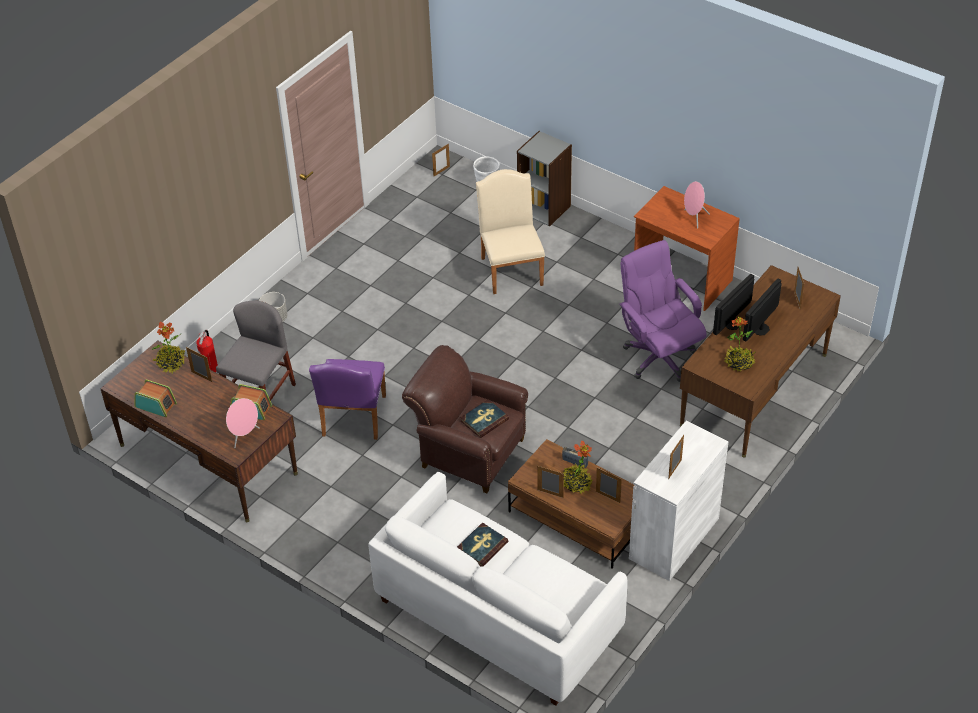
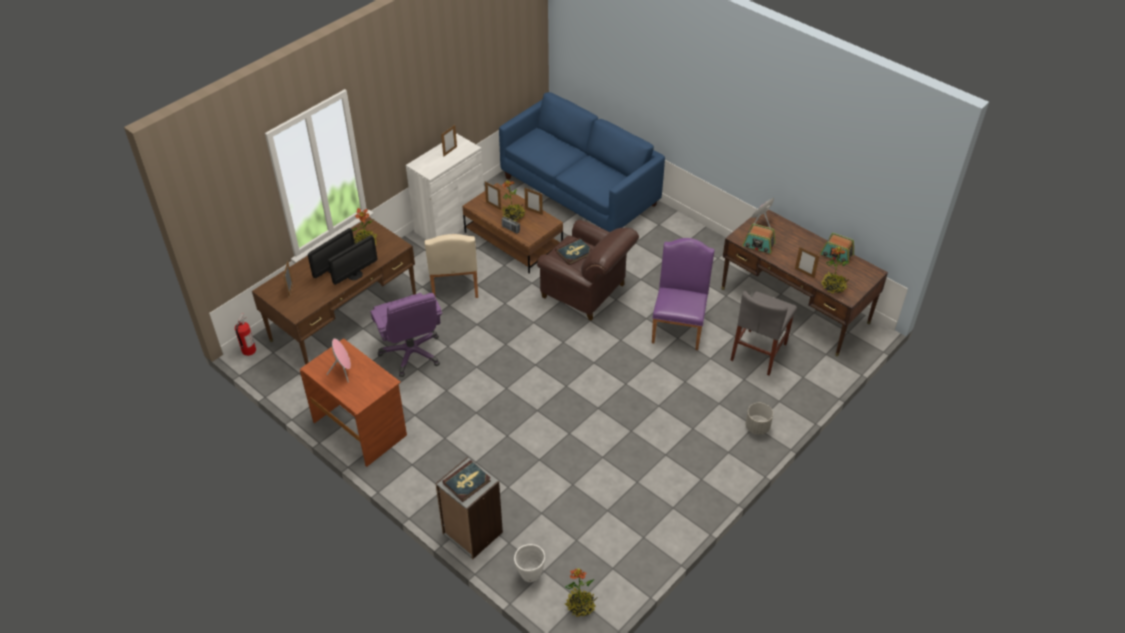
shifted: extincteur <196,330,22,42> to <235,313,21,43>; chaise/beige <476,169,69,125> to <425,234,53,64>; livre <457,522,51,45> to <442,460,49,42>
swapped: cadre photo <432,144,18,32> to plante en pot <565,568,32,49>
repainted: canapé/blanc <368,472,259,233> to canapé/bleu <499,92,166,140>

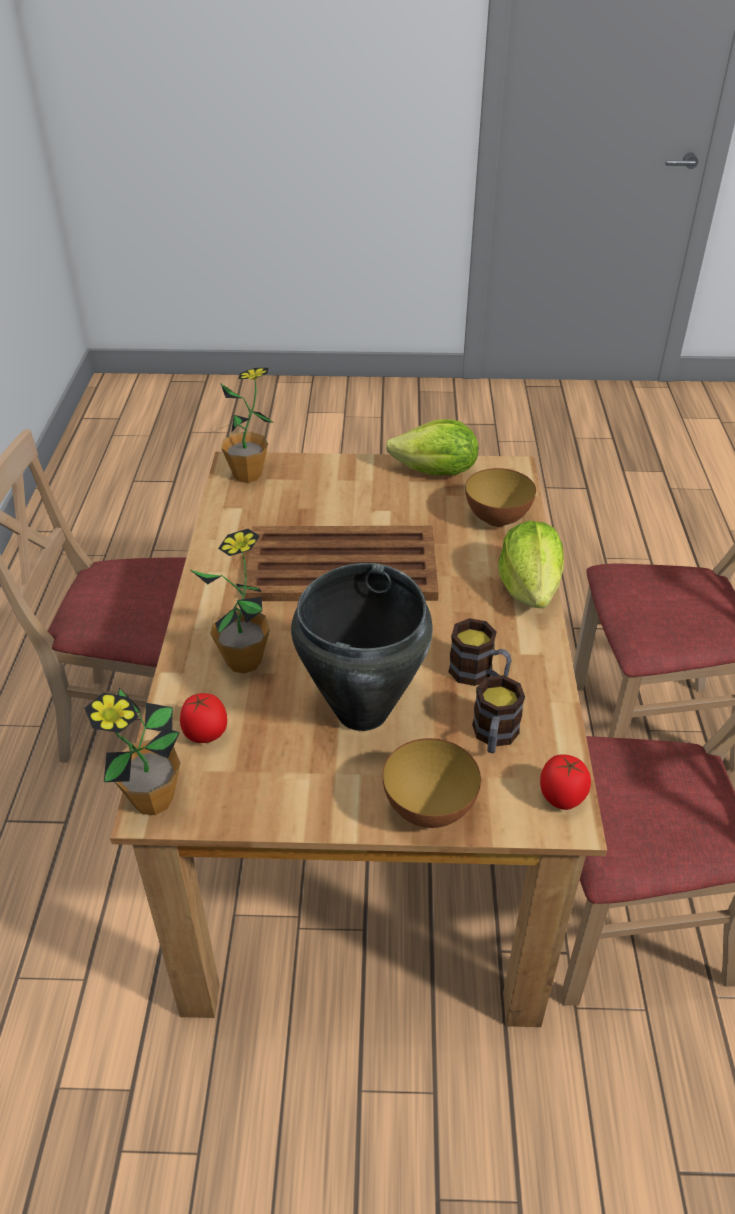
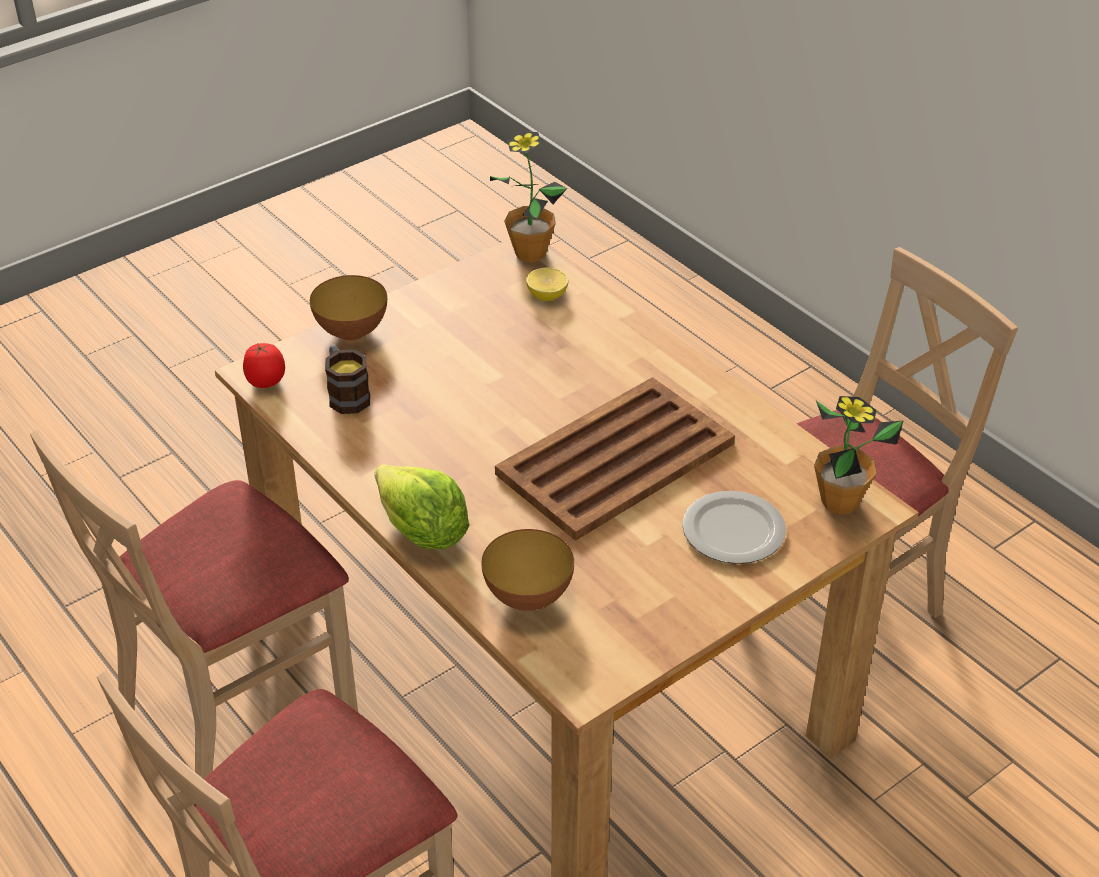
gone: plante en pot <189,529,81,145>; marmite/noir <291,563,142,168>; laitue <386,419,92,56>; mug <448,618,64,68>
new: assiette <682,491,104,73>
swapped: tomate <180,693,47,50> to citron <526,268,43,33>

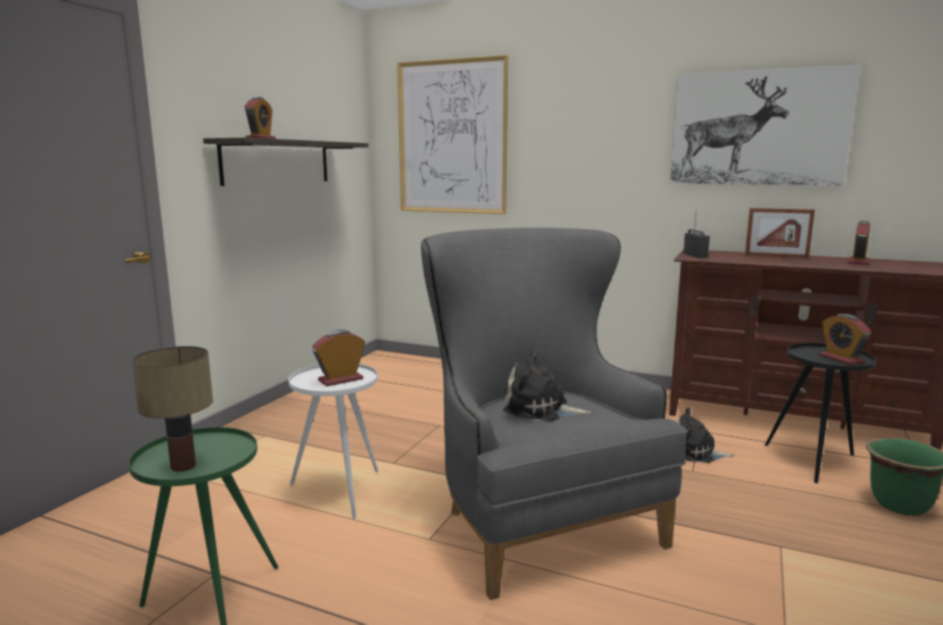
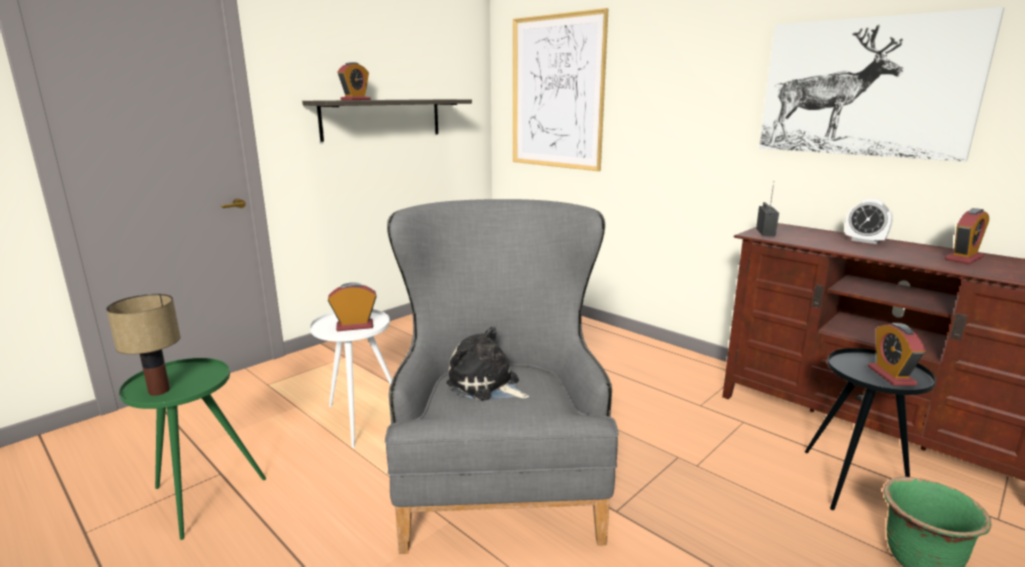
gone: peluche <677,407,58,56>
swapped: cadre photo <745,208,70,50> to réveil <845,198,48,46>

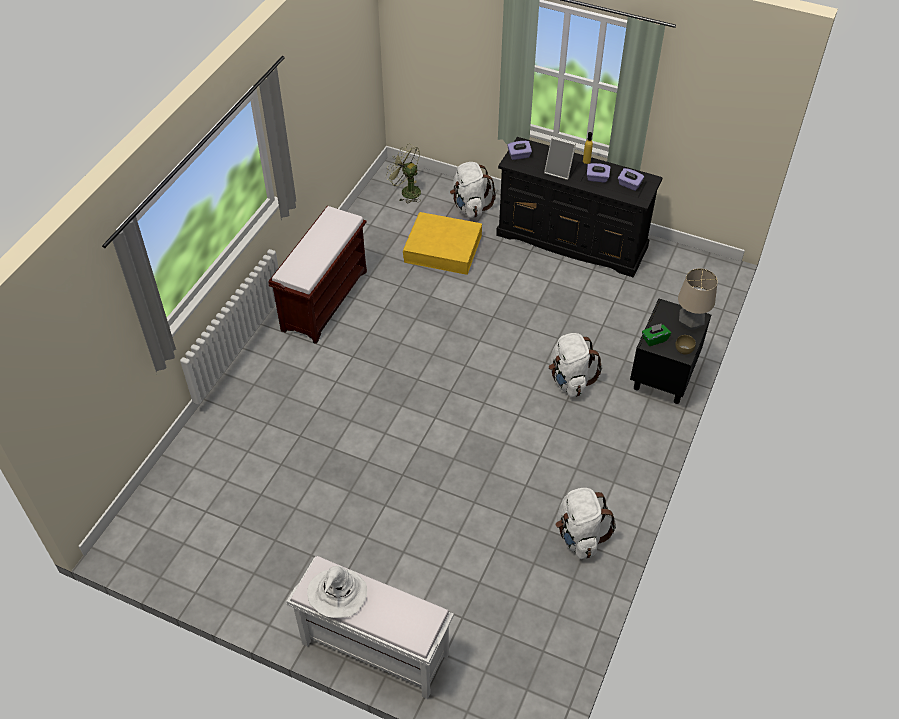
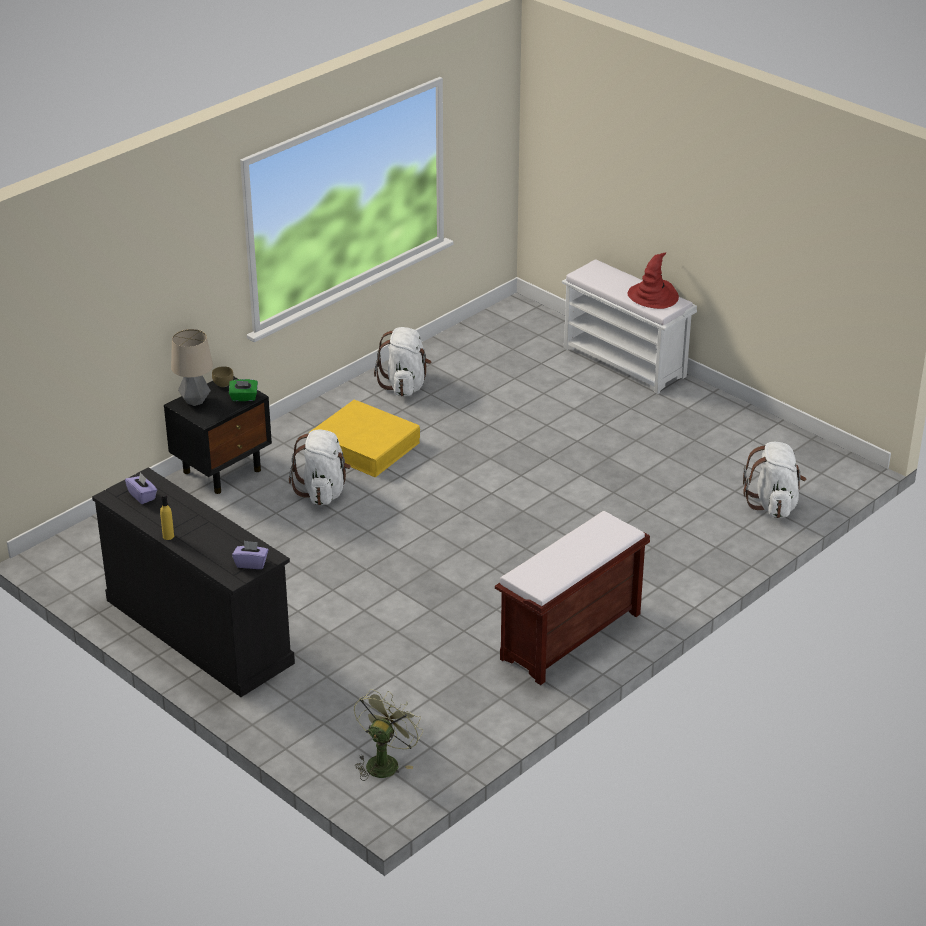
gone: cadre photo <544,137,32,43>; boîte à mouchoirs/violet <587,163,24,19>
shifted: boîte de rangement/jaune <403,212,79,63> to <309,399,111,78>; sac à dos/blanc <450,162,46,56> to <743,442,63,76>
repainted: chapeau/blanc <307,566,60,52> to chapeau/rouge <627,253,52,56>
rotated: ventilateur/vert <386,144,35,59> = <354,689,69,92> 120 degrees counterclockwise

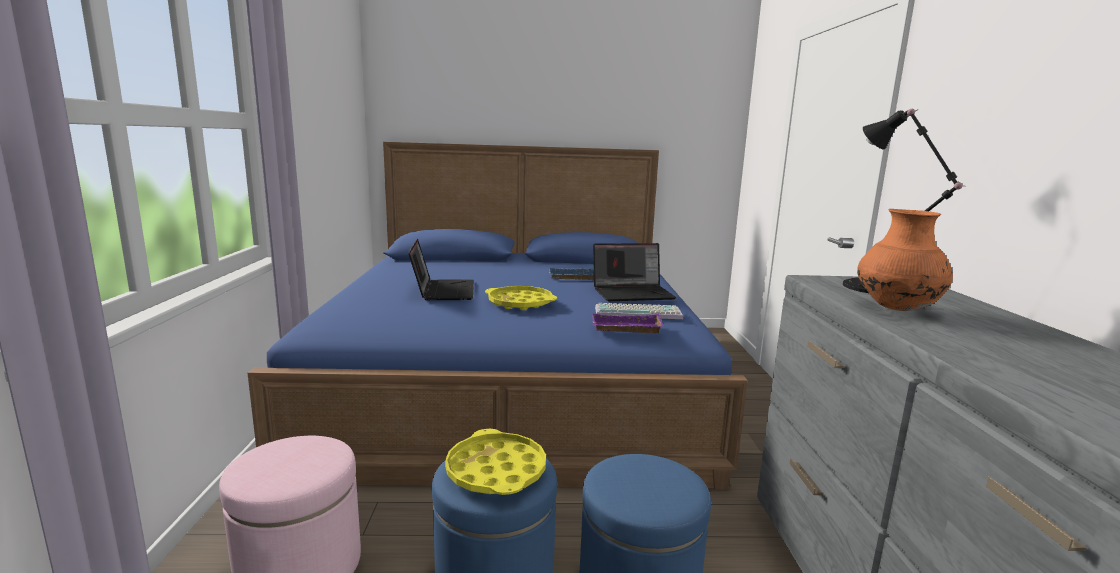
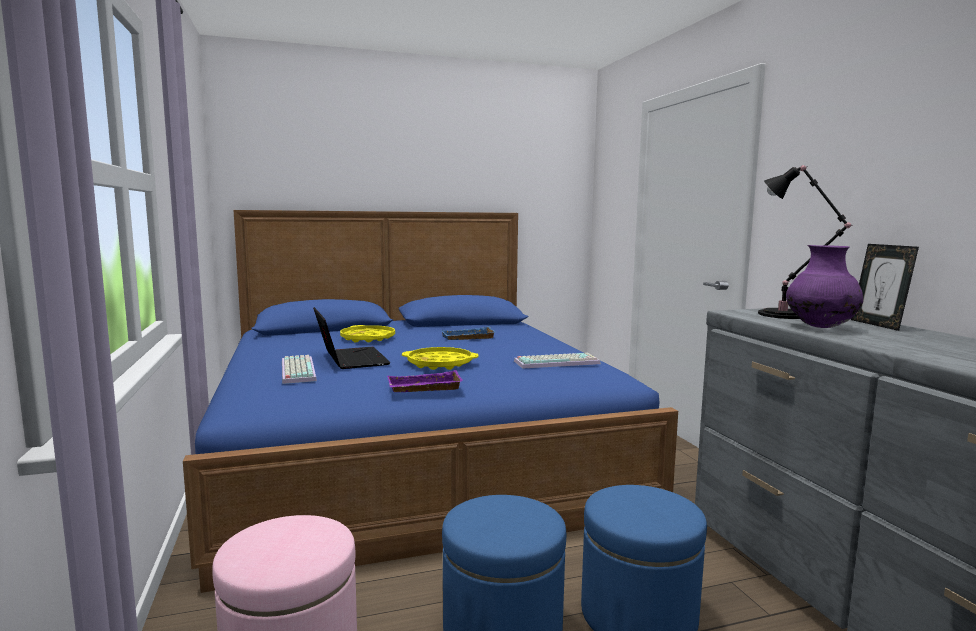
gone: ordinateur portable <593,243,83,58>
new: clavier <282,355,35,29>; cadre photo <851,244,68,87>
shifted: plateau/jaune <445,429,101,66> to <340,325,55,18>; plateau/violet <592,313,72,21> to <388,370,75,22>
repainted: vase/orange <857,209,96,102> to vase/violet <786,245,77,83>

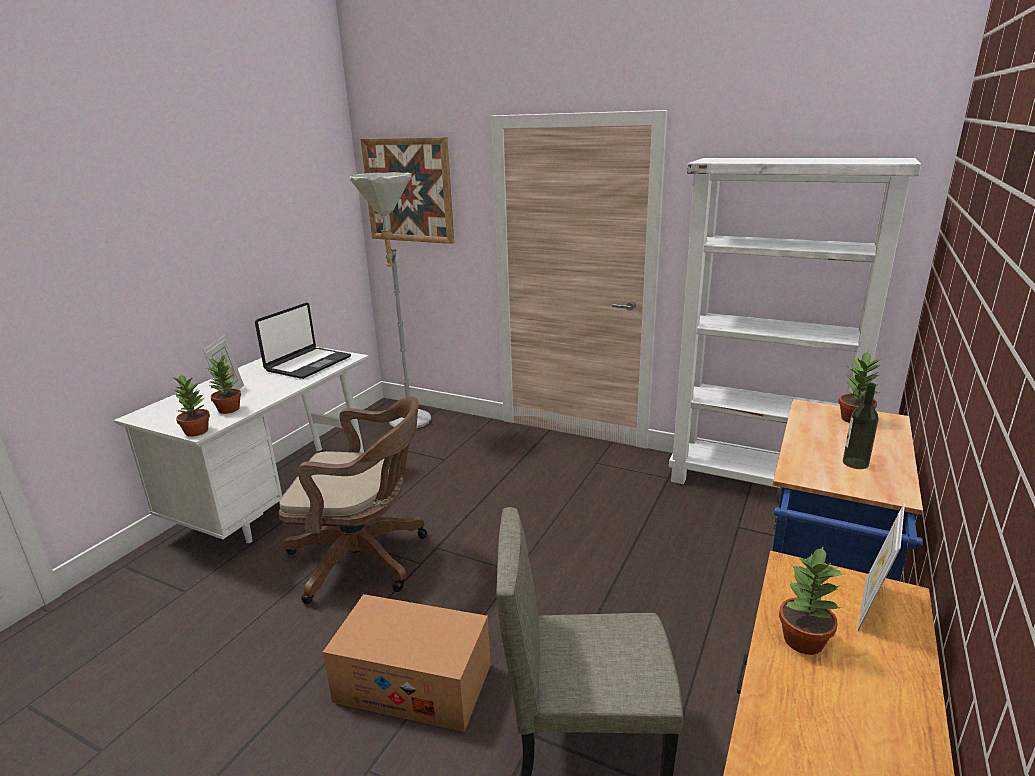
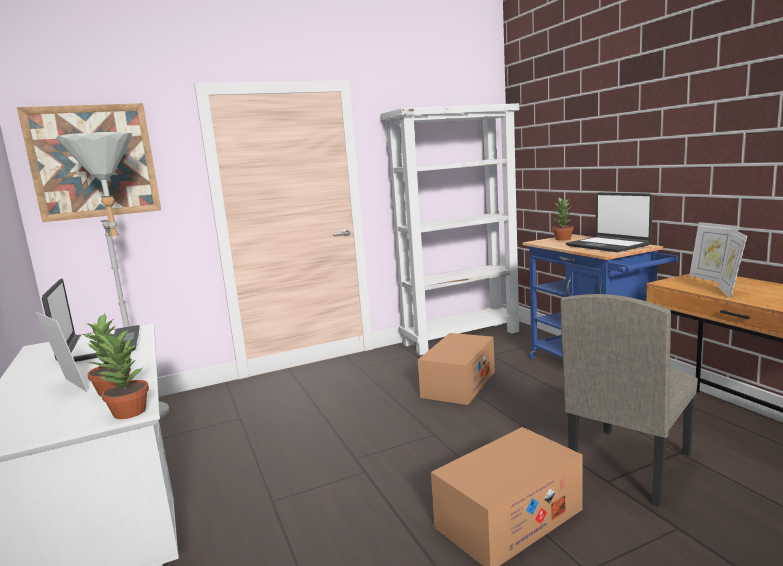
gone: chaise de bureau/marron <279,397,148,207>
new: carton <418,333,77,72>
swapped: bouteille <843,383,36,86> to ordinateur portable <566,193,87,59>; plante en pot <779,547,64,108> to cadre photo <718,228,29,70>

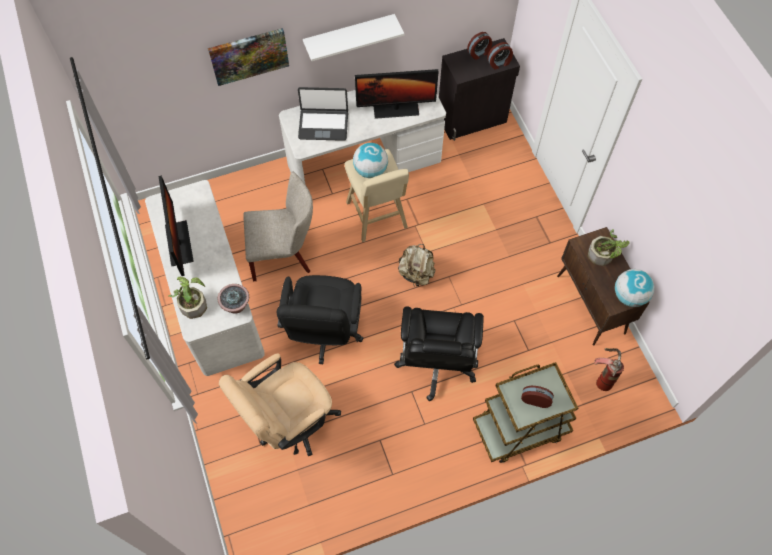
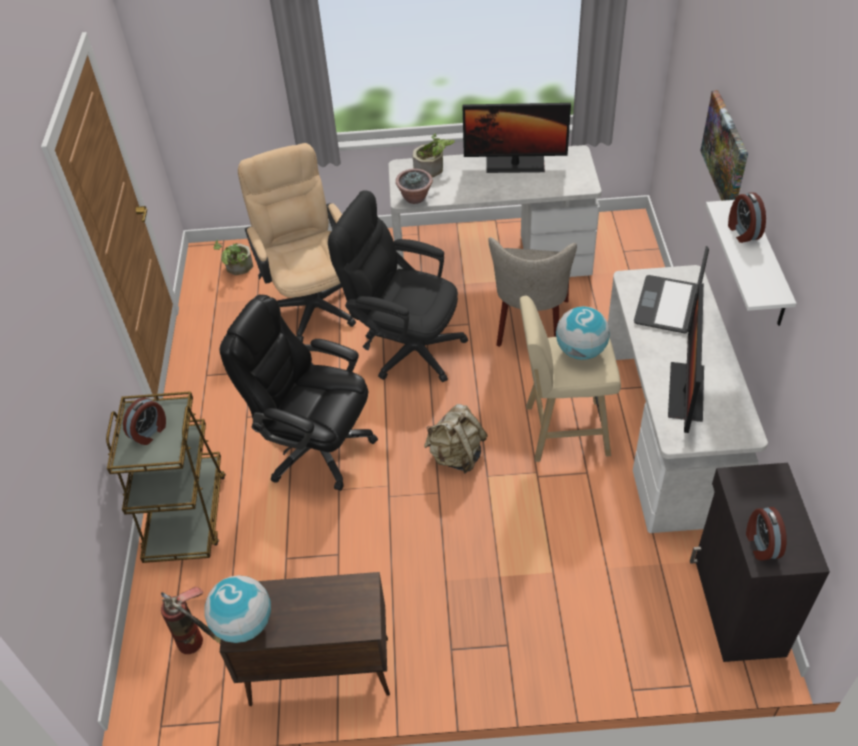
shifted: plante en pot <588,229,41,37> to <213,240,40,35>; réveil <467,32,25,28> to <728,192,38,51>

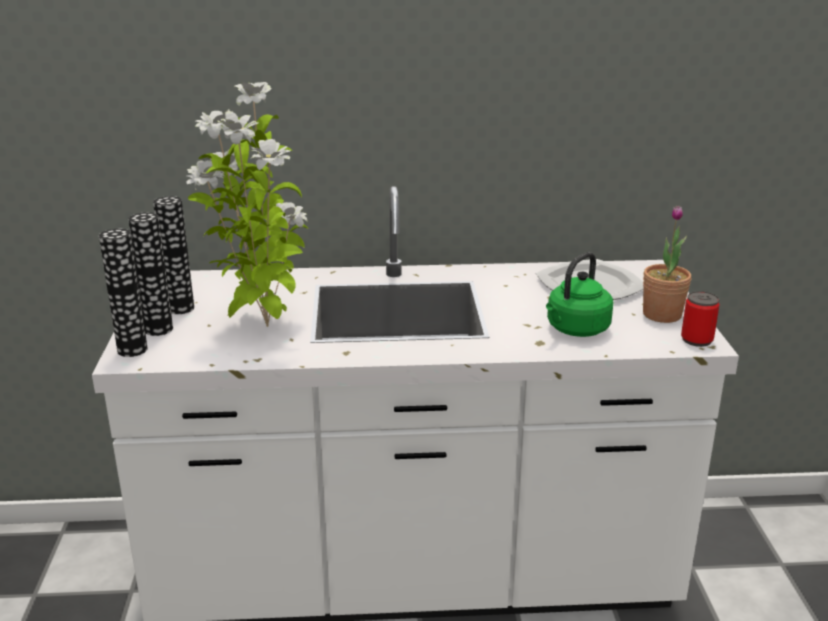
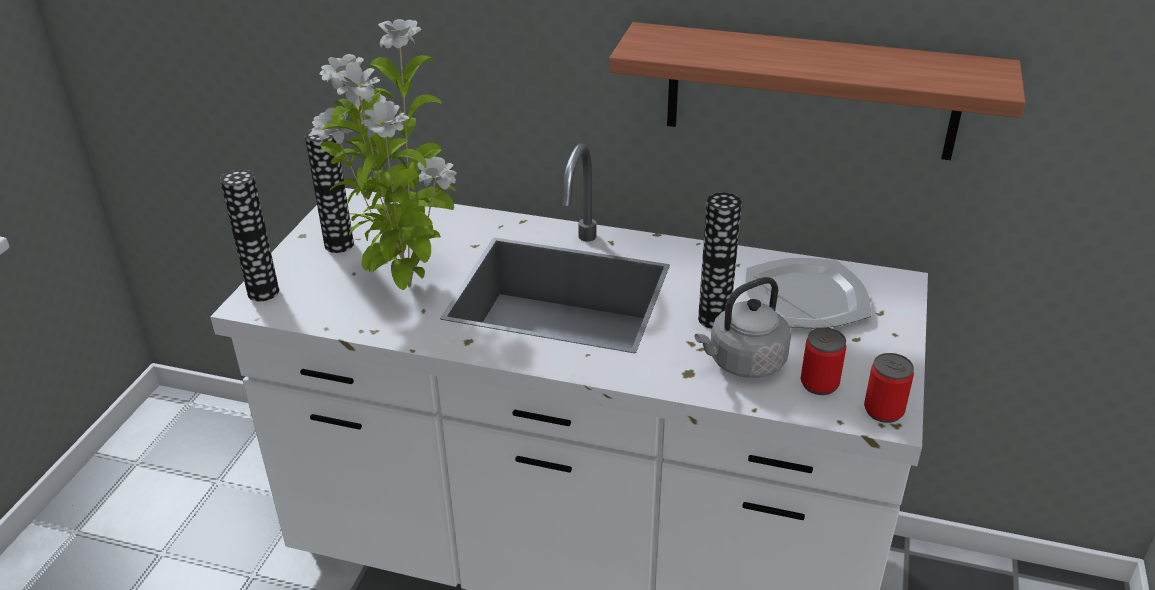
gone: plante en pot <643,205,48,118>
new: étagère <609,22,417,138>; boîte métallique <800,327,46,68>
shifted: vase <128,212,45,124> to <698,193,44,136>
repainted: bouilloire/vert <546,252,67,85> to bouilloire/gris <695,277,96,101>

